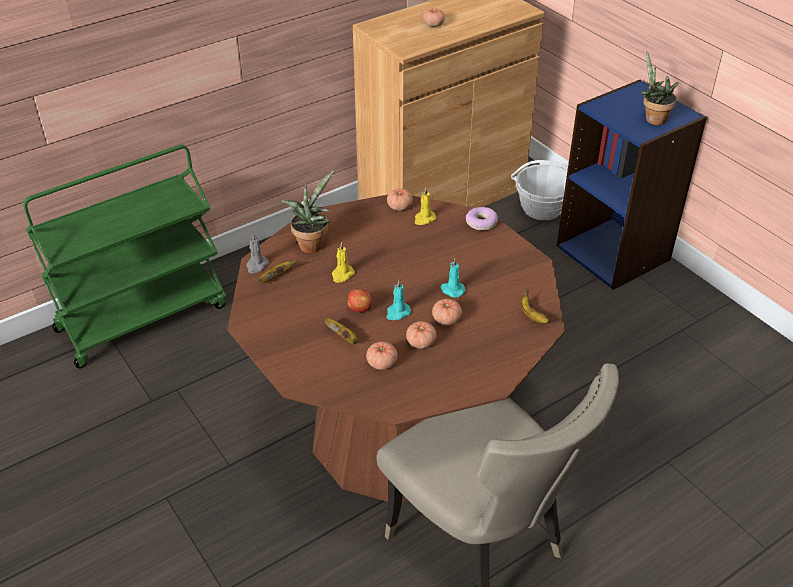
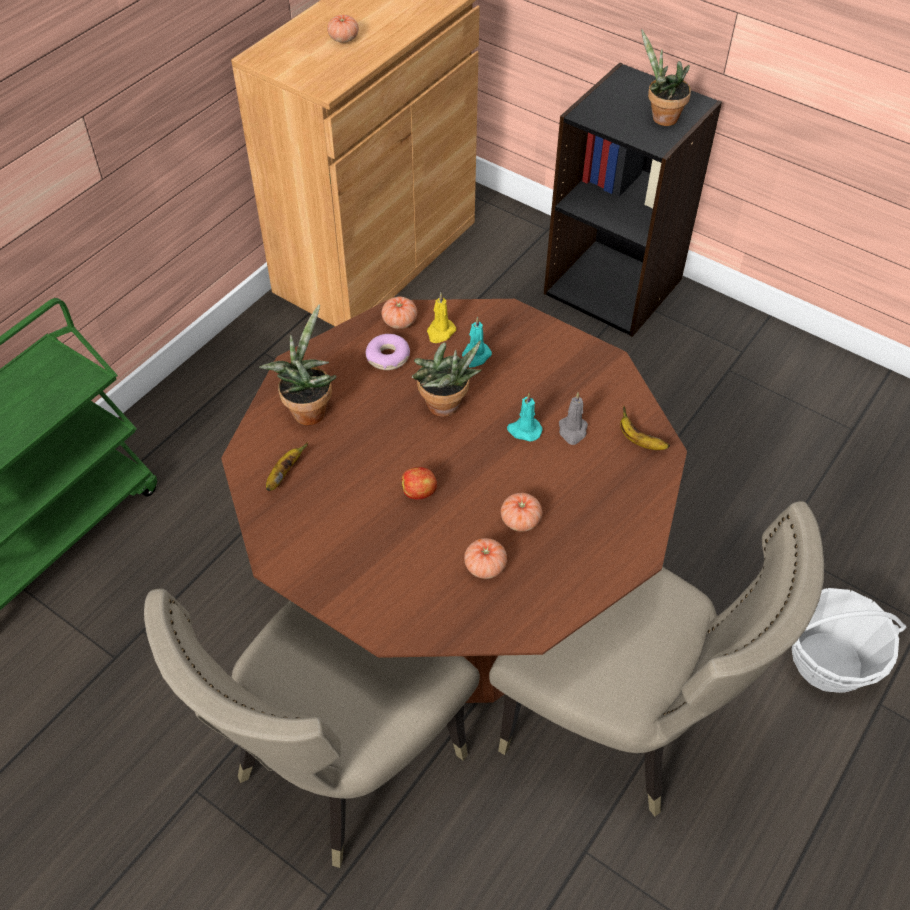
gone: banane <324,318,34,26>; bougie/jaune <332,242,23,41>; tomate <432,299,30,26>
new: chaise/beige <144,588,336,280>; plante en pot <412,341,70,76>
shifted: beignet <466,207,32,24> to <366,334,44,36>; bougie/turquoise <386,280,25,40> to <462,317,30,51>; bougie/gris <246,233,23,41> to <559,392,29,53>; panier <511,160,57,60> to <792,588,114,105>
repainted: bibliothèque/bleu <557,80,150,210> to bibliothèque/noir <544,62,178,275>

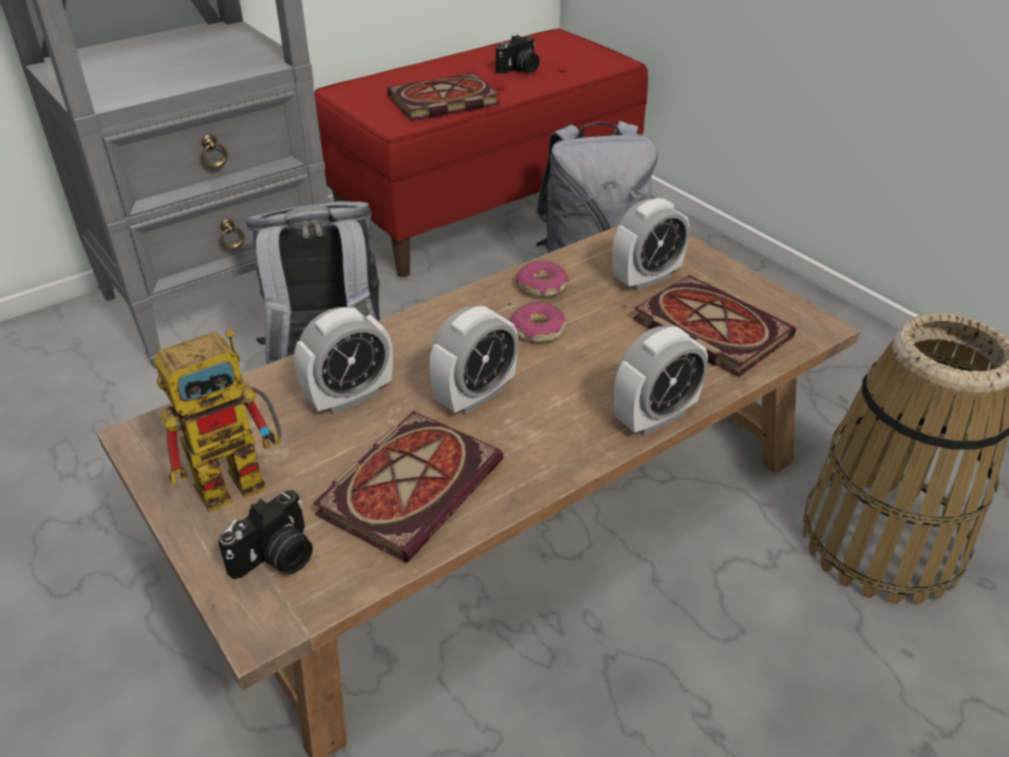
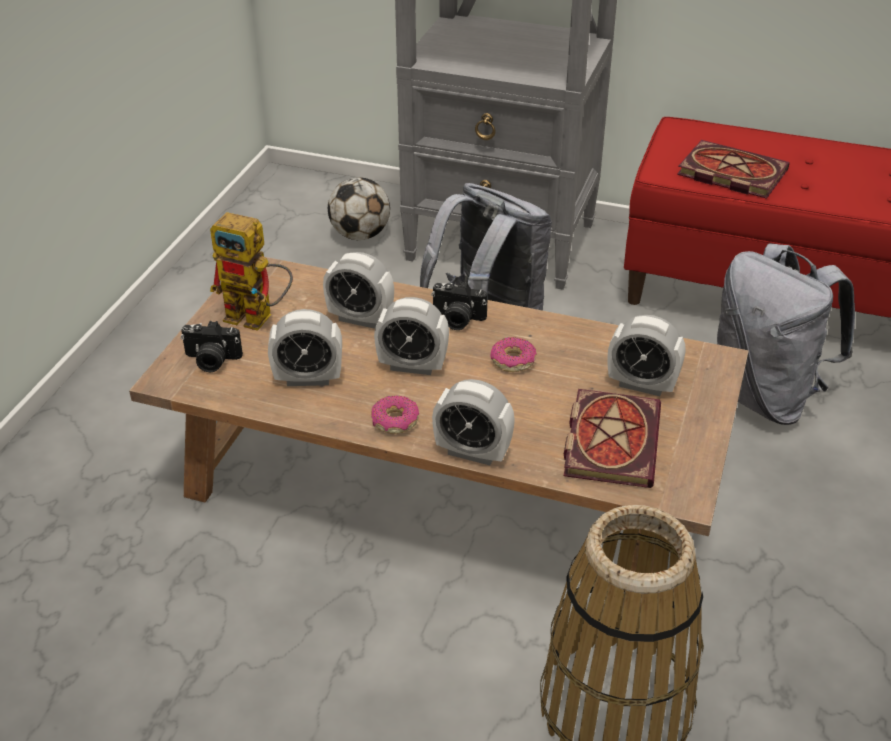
new: ballon de foot <328,177,62,63>
shifted: beignet <516,260,53,37> to <371,395,48,39>; appareil photo <496,35,44,39> to <431,281,57,49>
swapped: livre <313,411,191,152> to réveil <268,309,74,77>

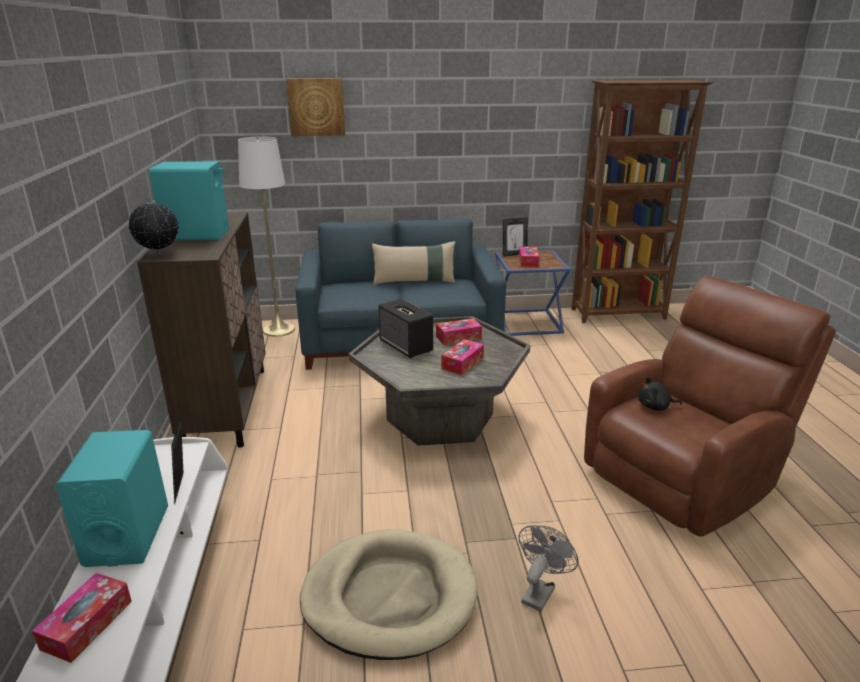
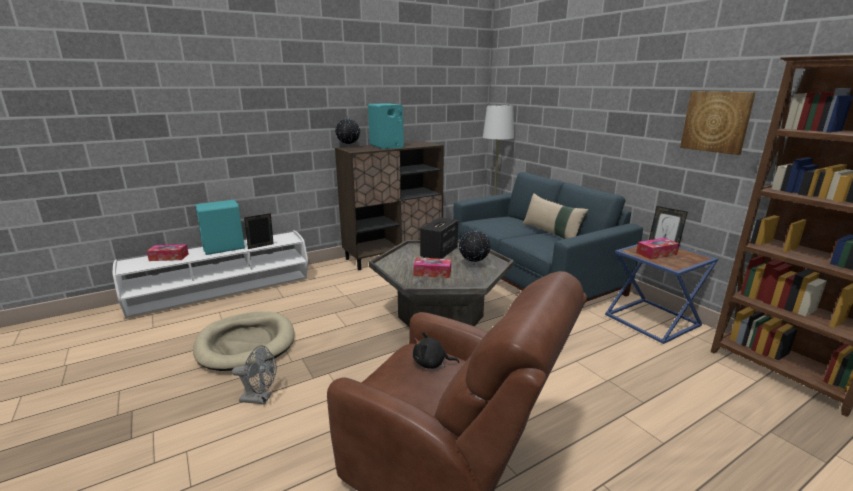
shifted: tableau <286,78,59,58> to <680,91,76,64>
swapped: boîte à mouchoirs <436,318,46,27> to globe <459,227,32,38>
rotated: peluche/noir <638,377,44,34> = <413,332,46,37> 60 degrees counterclockwise

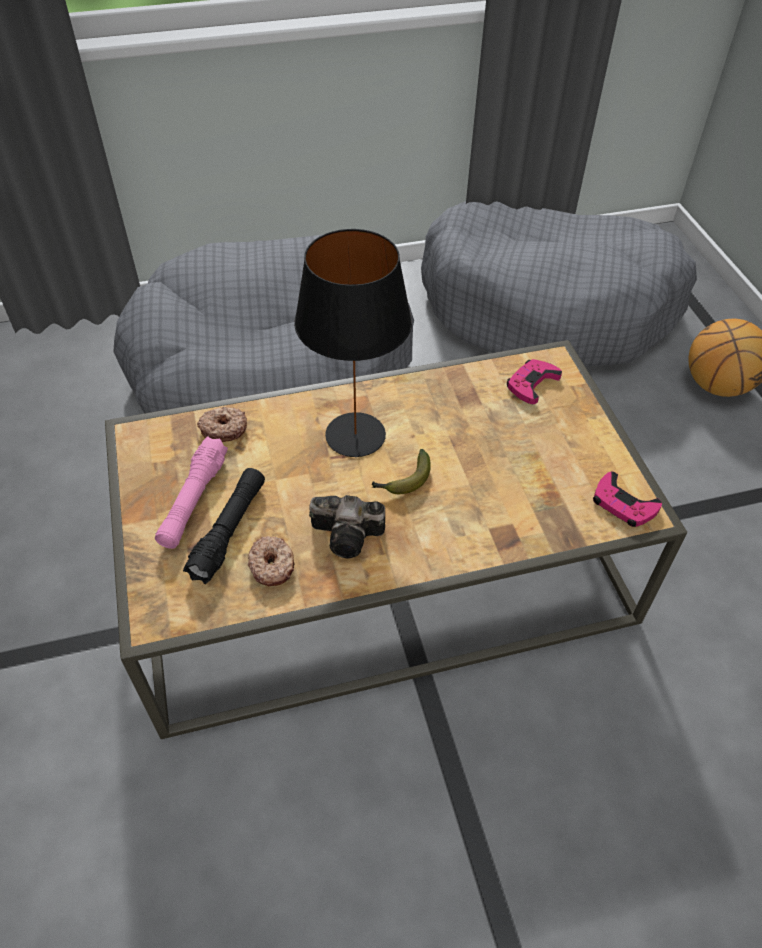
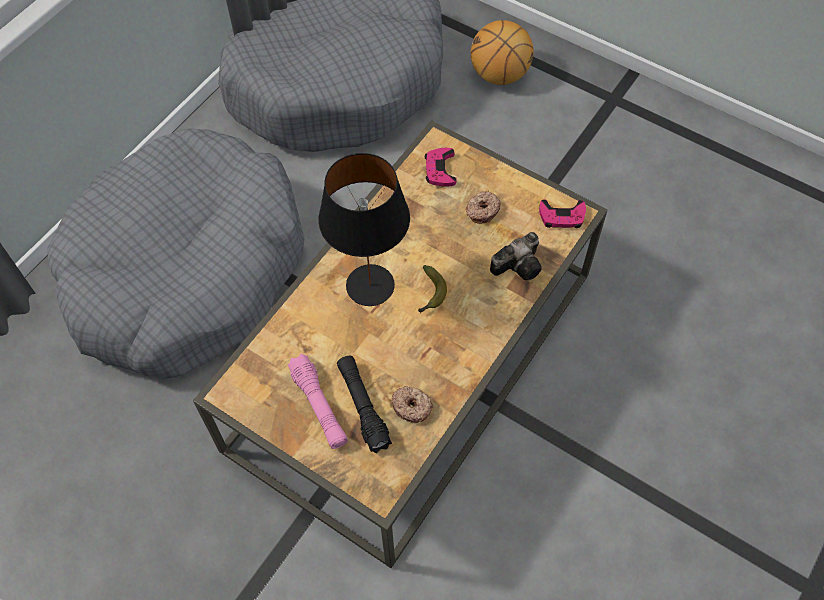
shifted: beignet <197,407,50,35> to <466,191,35,33>; appareil photo <309,495,76,63> to <490,232,51,49>

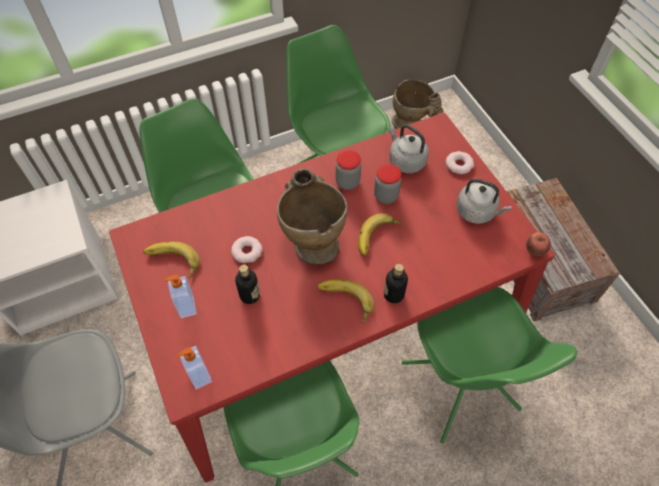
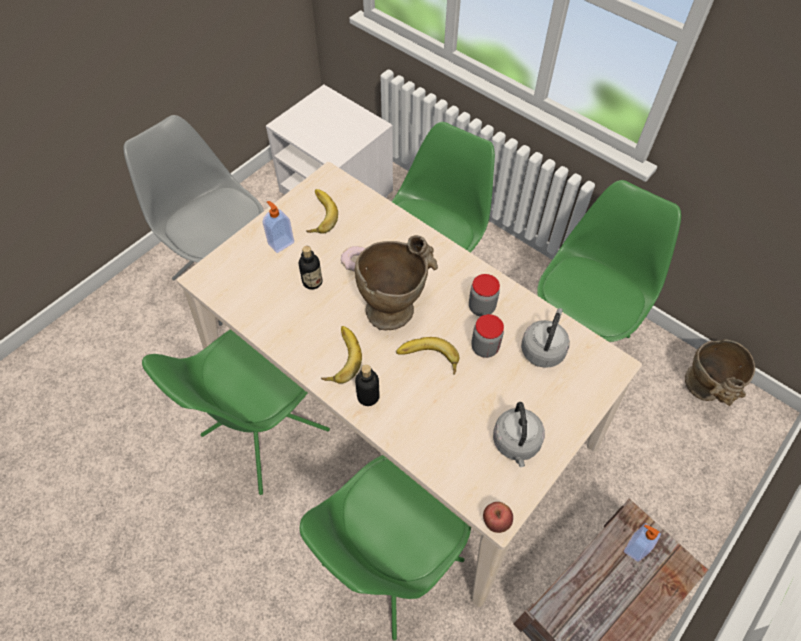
gone: beignet <446,151,28,23>
shifted: distributeur de savon <176,346,36,44> to <624,523,37,39>
repainted: table à manger/rouge <109,113,446,370> to table à manger/beige <177,162,465,445>

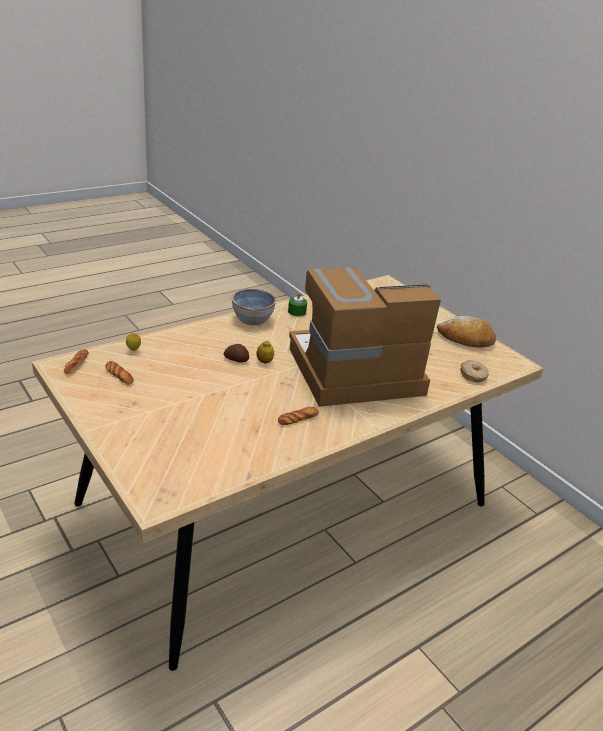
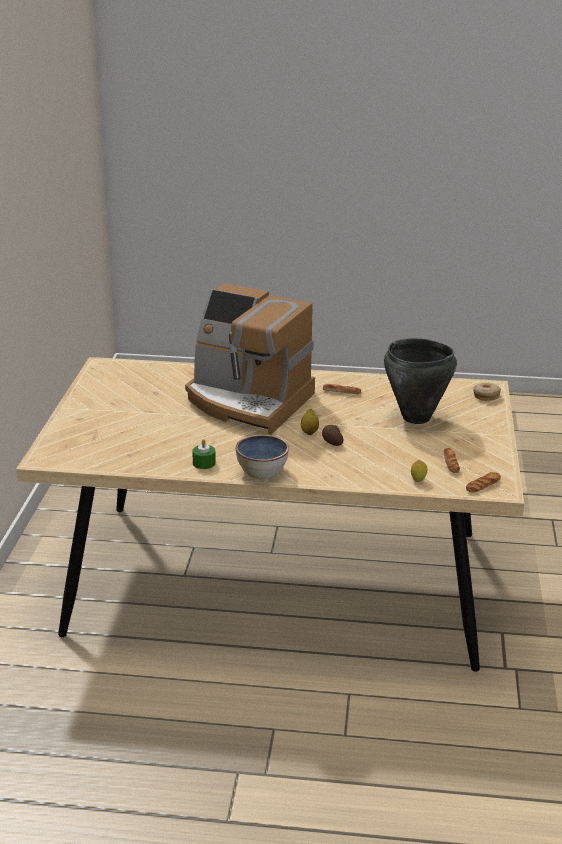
gone: pain <437,316,59,32>
new: marmite/noir <384,338,73,86>
shifted: beignet <460,360,29,22> to <473,382,28,19>

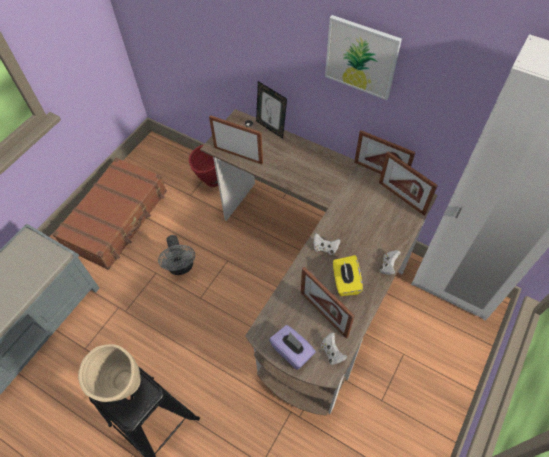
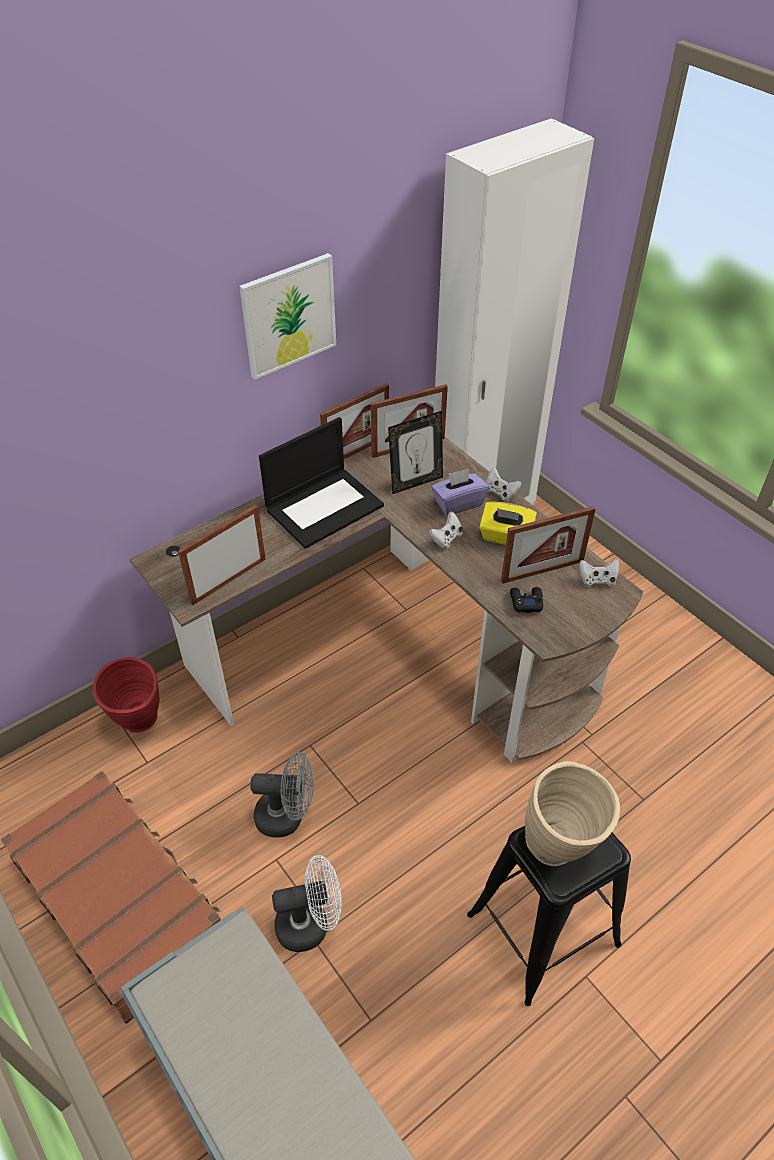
new: ordinateur portable <259,417,125,132>; ventilateur/blanc <272,855,70,97>; manette/noir <510,587,33,26>
shifted: cadre photo <256,81,31,58> to <388,411,55,83>; boîte à mouchoirs/violet <269,325,47,45> to <431,468,58,48>

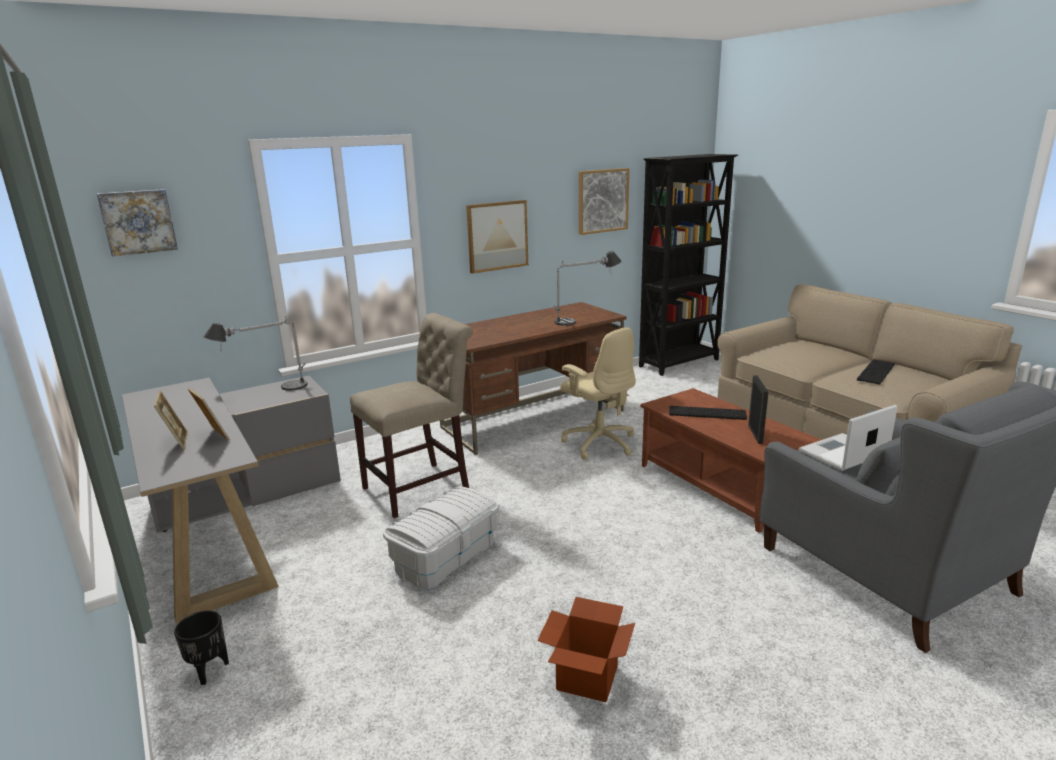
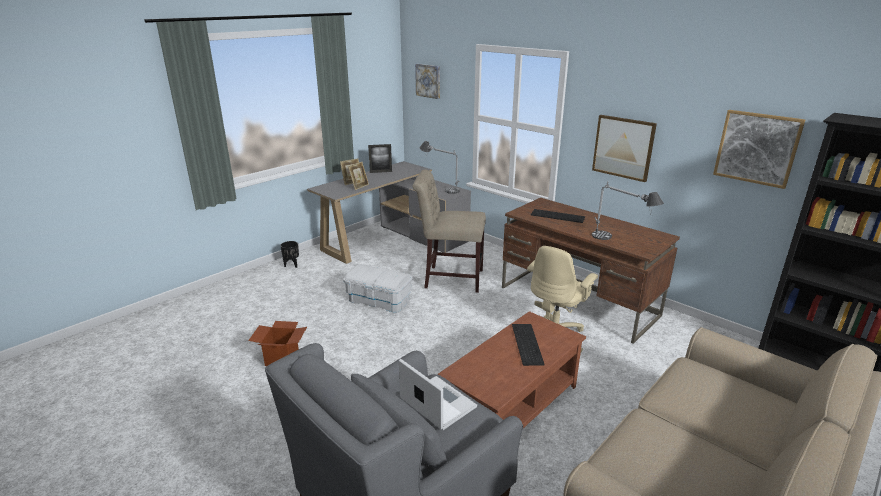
shifted: cadre photo <748,376,21,68> to <368,144,24,29>; clavier <857,359,38,26> to <531,209,54,14>
rotated: chaise/beige <350,313,123,205> = <412,169,74,124> 150 degrees clockwise

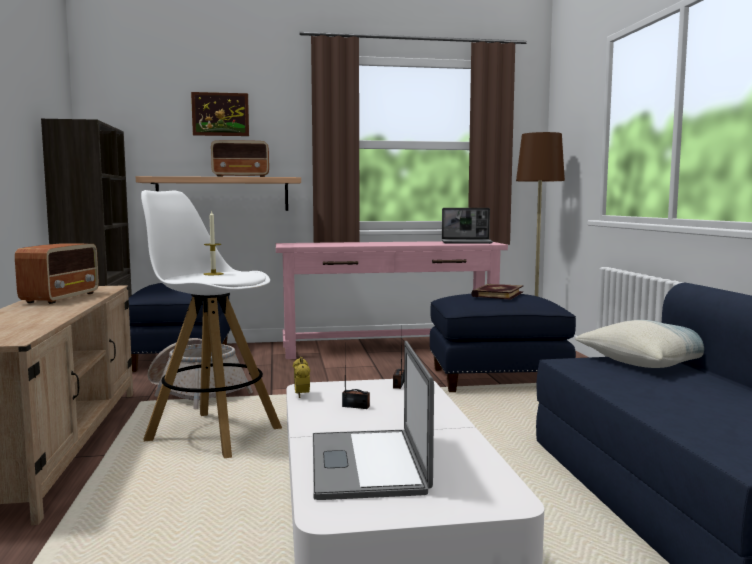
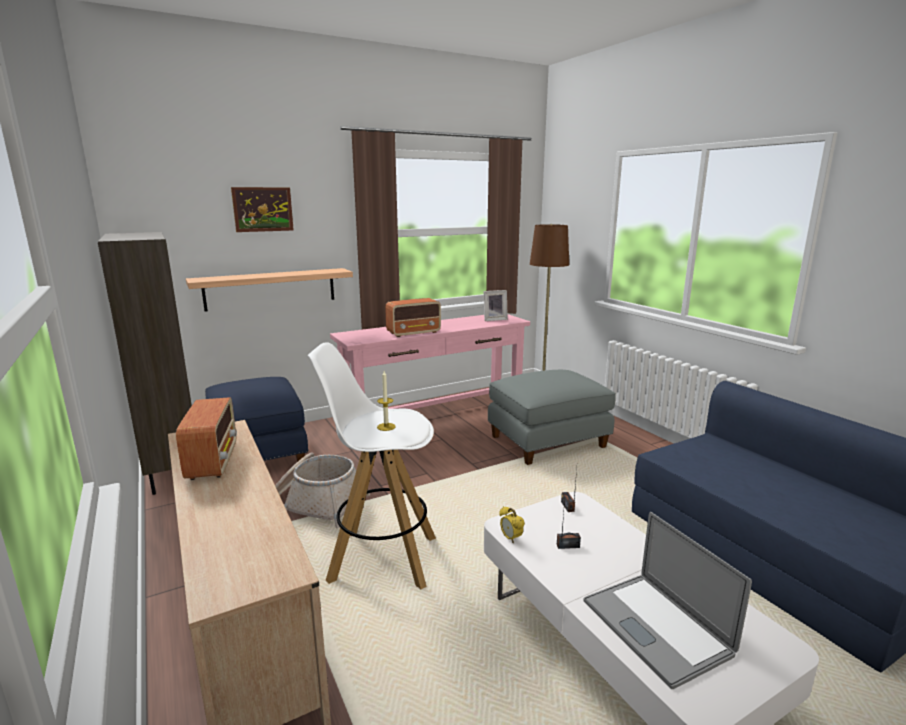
gone: livre <471,284,52,16>; coussin <575,320,129,48>
shifted: radio <211,140,58,37> to <385,298,56,39>
swapped: ordinateur portable <442,208,51,36> to cadre photo <484,290,24,31>
repainted: pouf/bleu <430,294,146,98> to pouf/gris <488,370,128,95>

